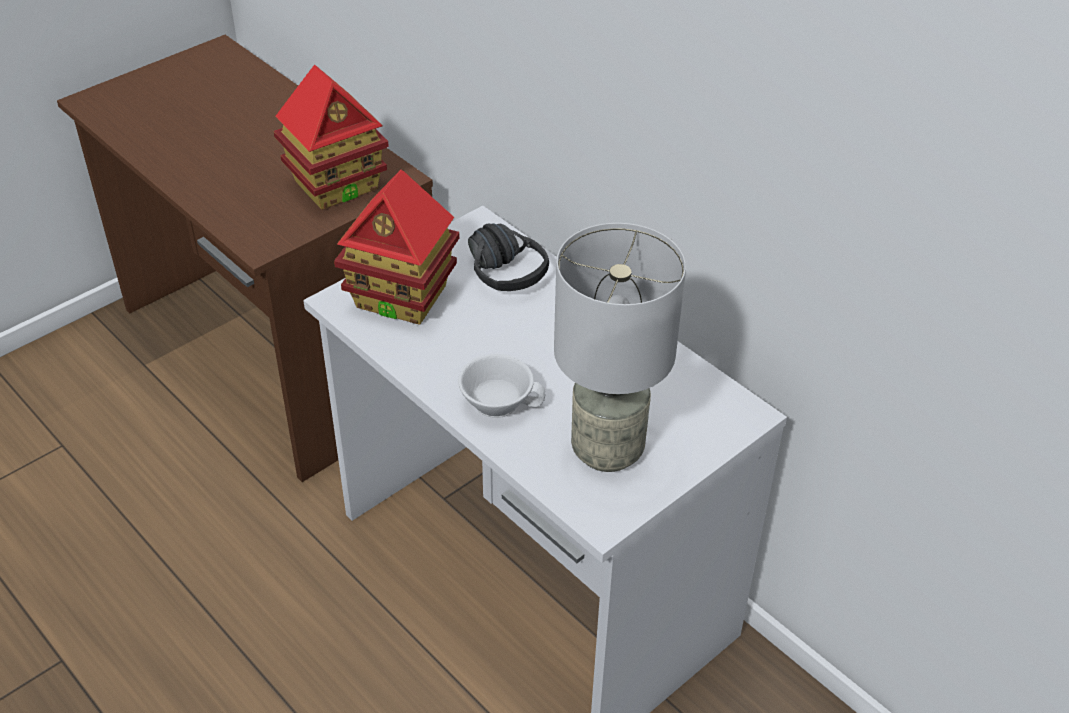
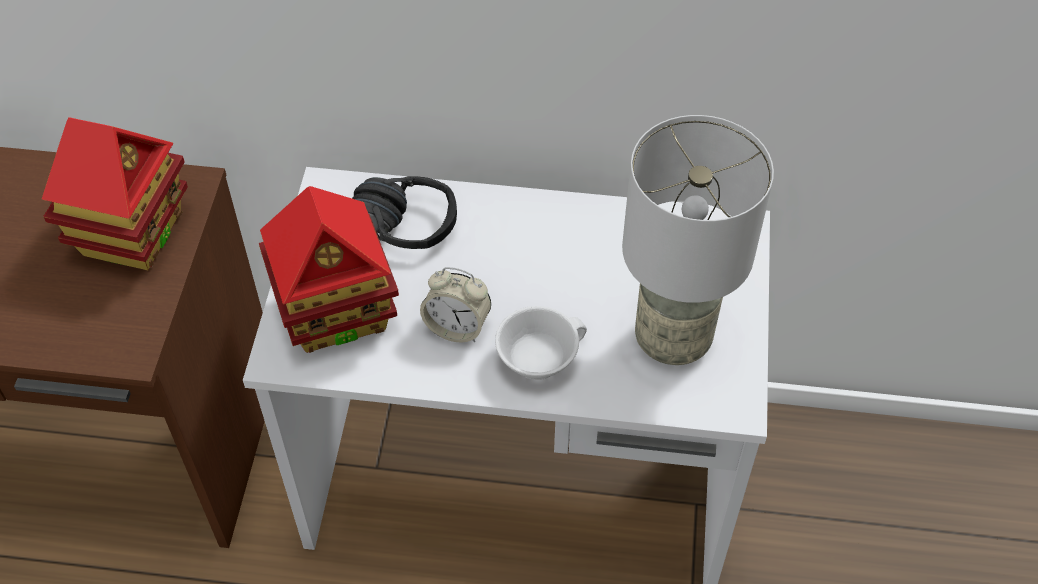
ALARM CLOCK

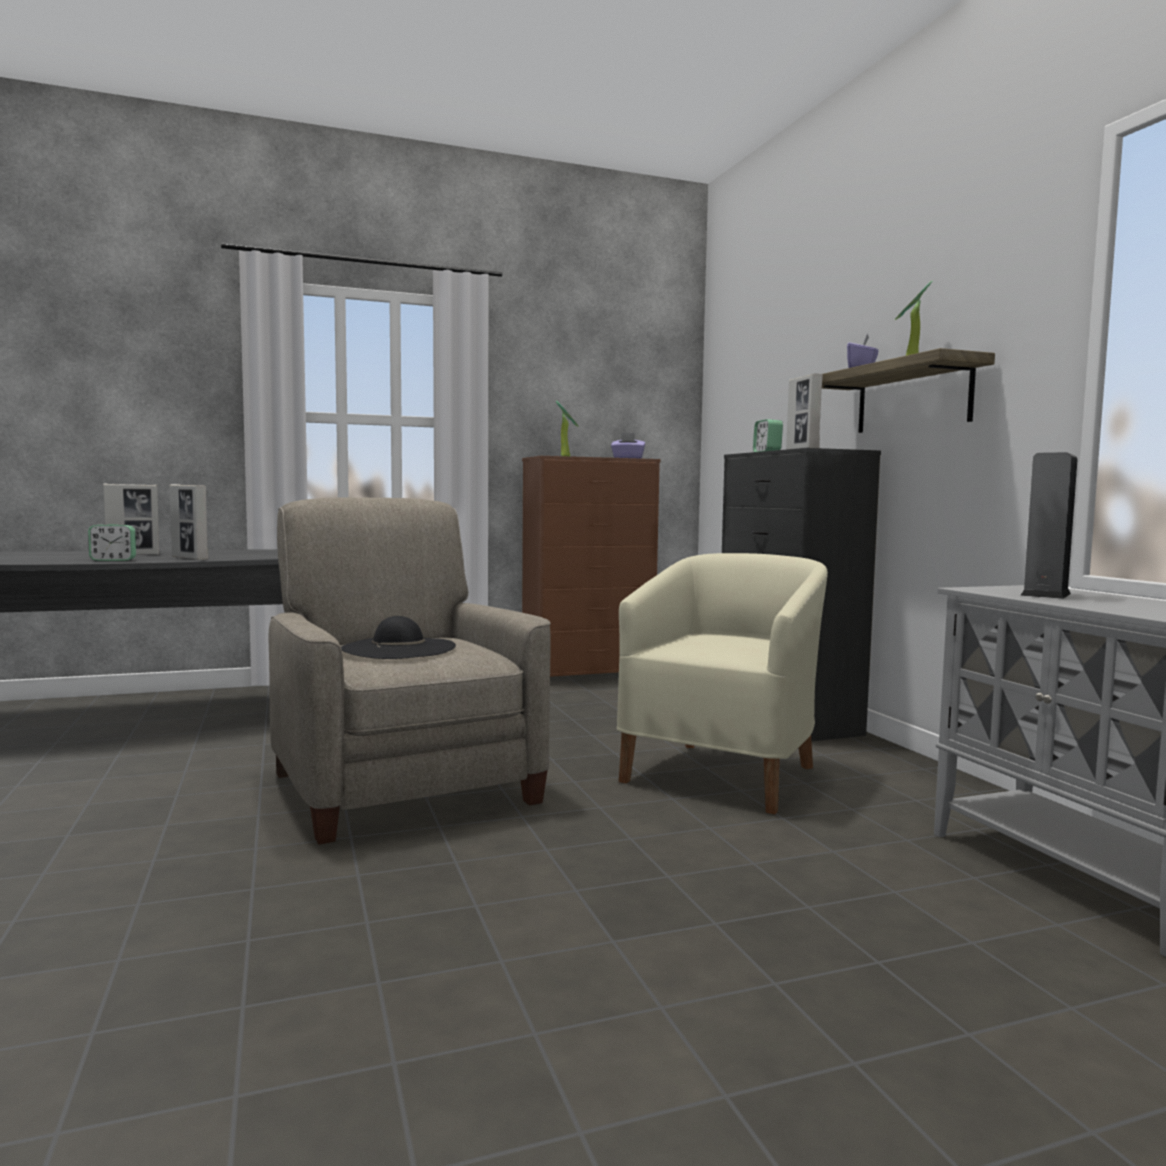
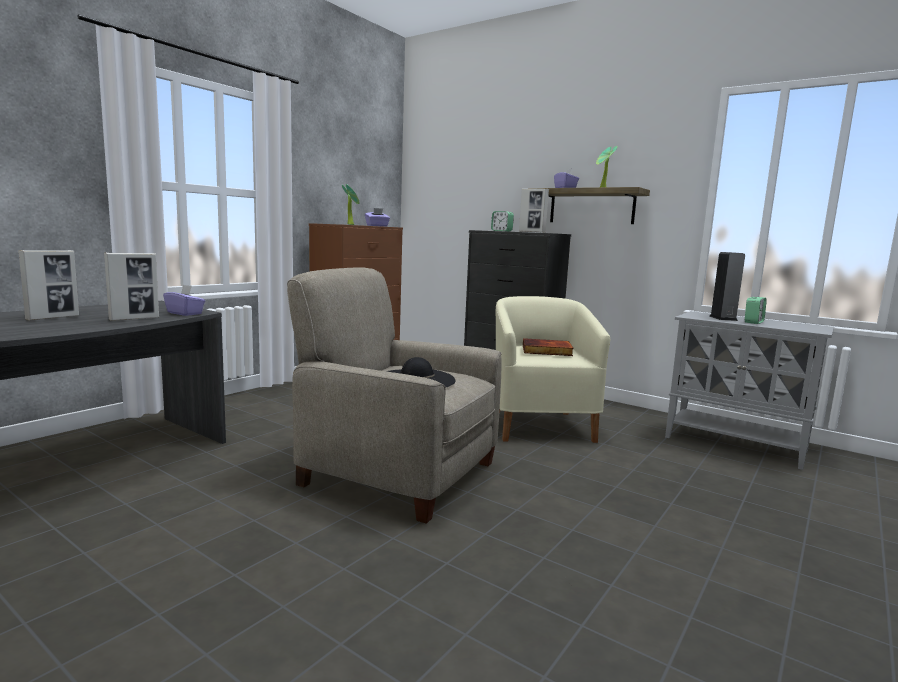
ALARM CLOCK (no. 2 from left); PICTURE FRAME (no. 2 from left); PURPLE TISSUE BOX (no. 1 from left); BOOK

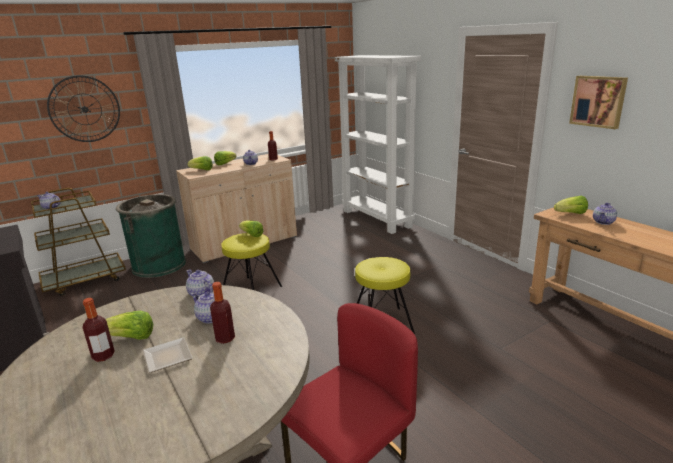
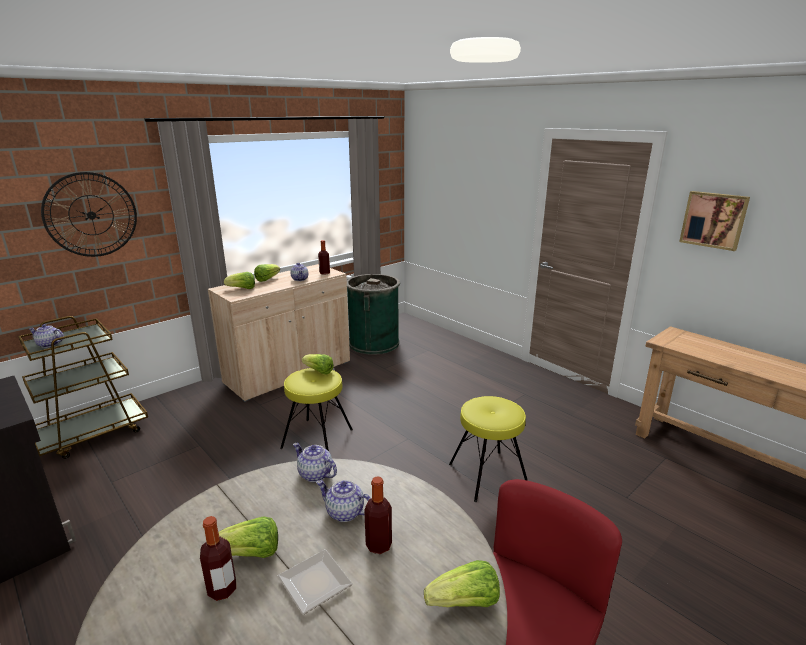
GREEN TRASH CAN; WHITE BOOKCASE; LETTUCE (no. 5 from left); TEAPOT (no. 5 from left in the first image)

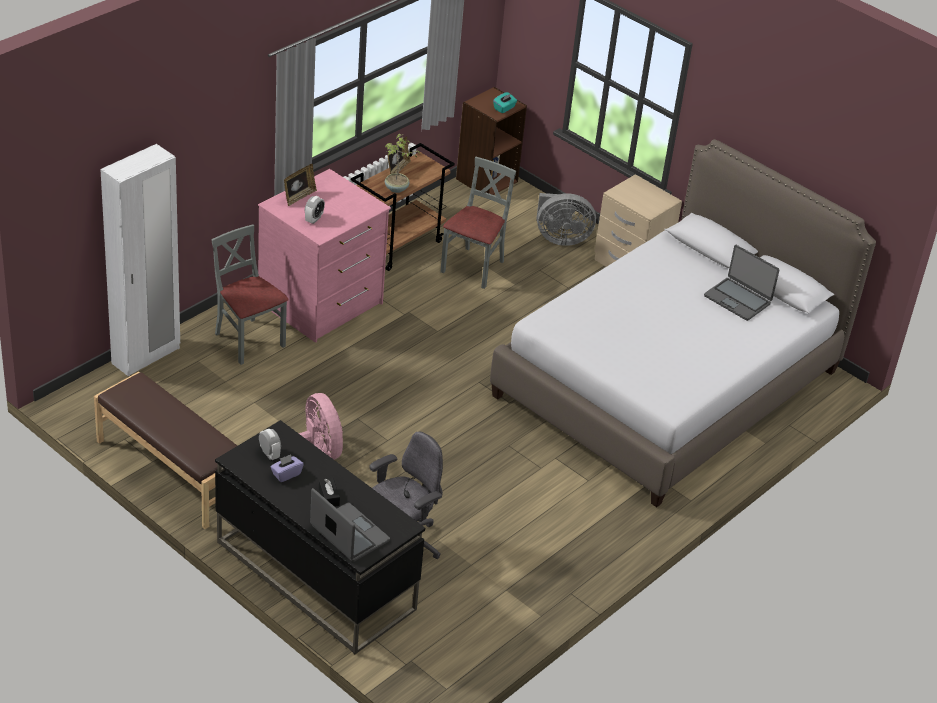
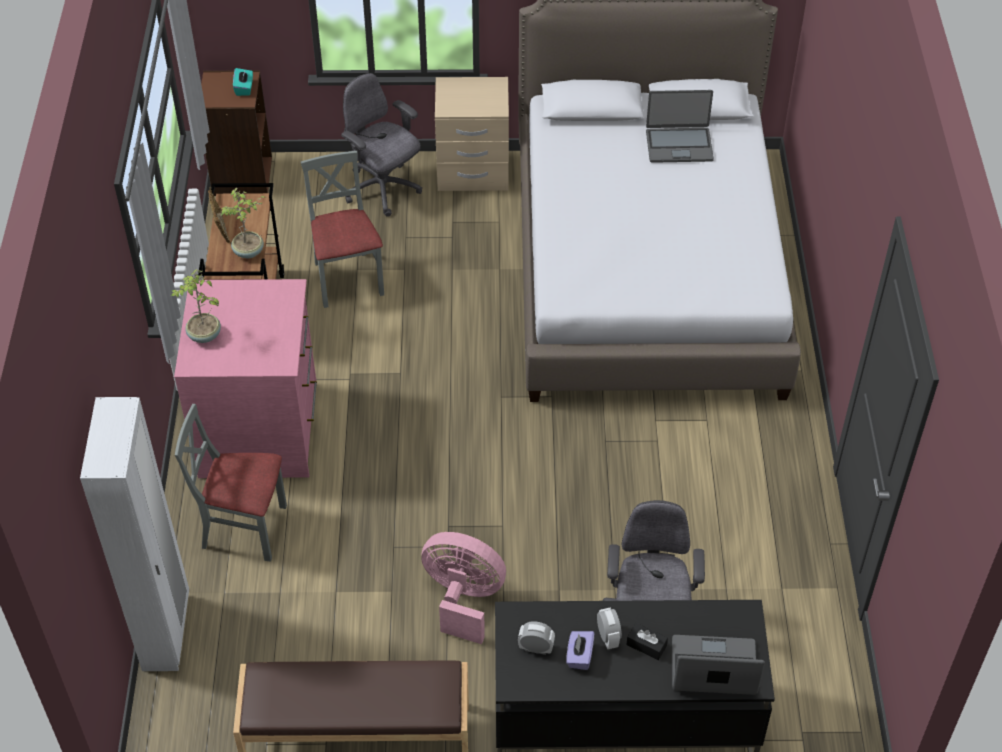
POTTED PLANT (no. 1 from left); ALARM CLOCK (no. 2 from left); GREY OFFICE CHAIR (no. 1 from left)

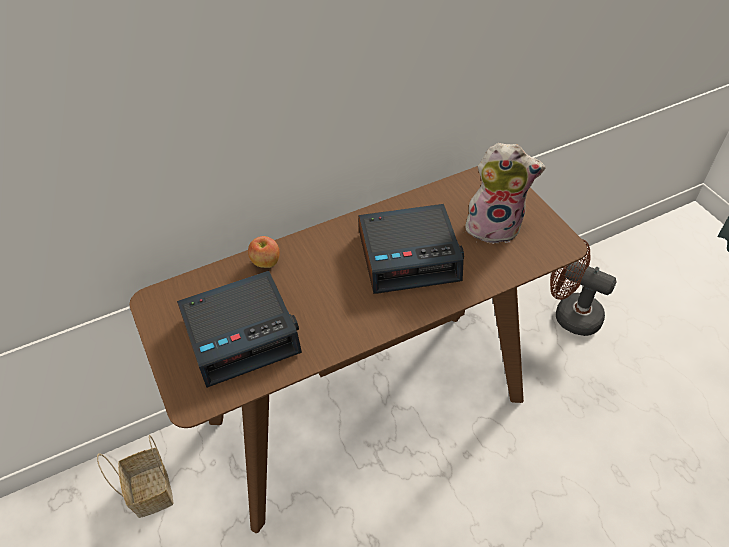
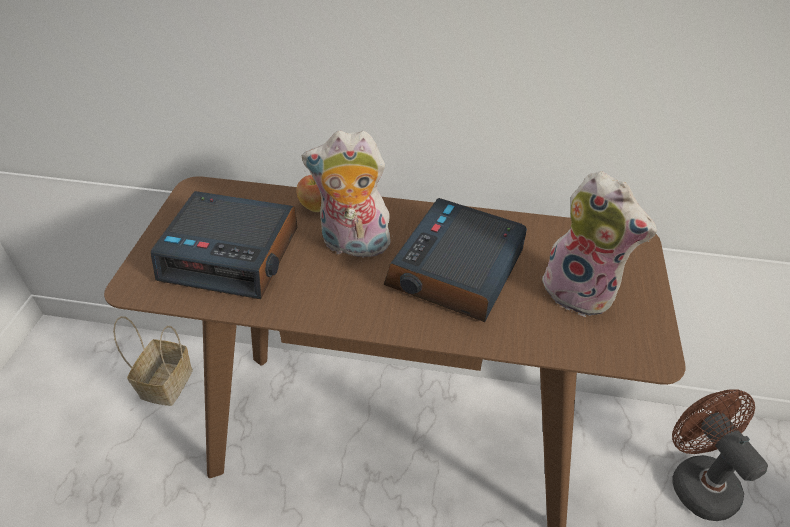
ALARM CLOCK (no. 2 from left); PLUSH TOY (no. 1 from left)

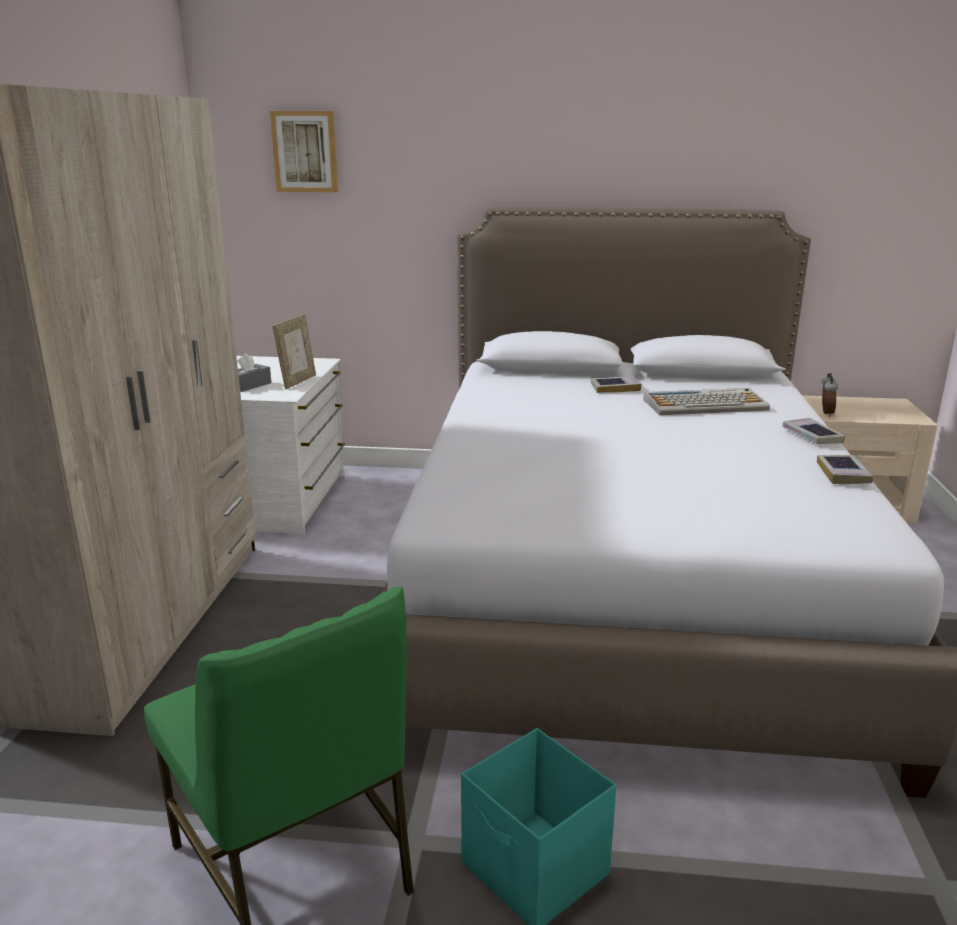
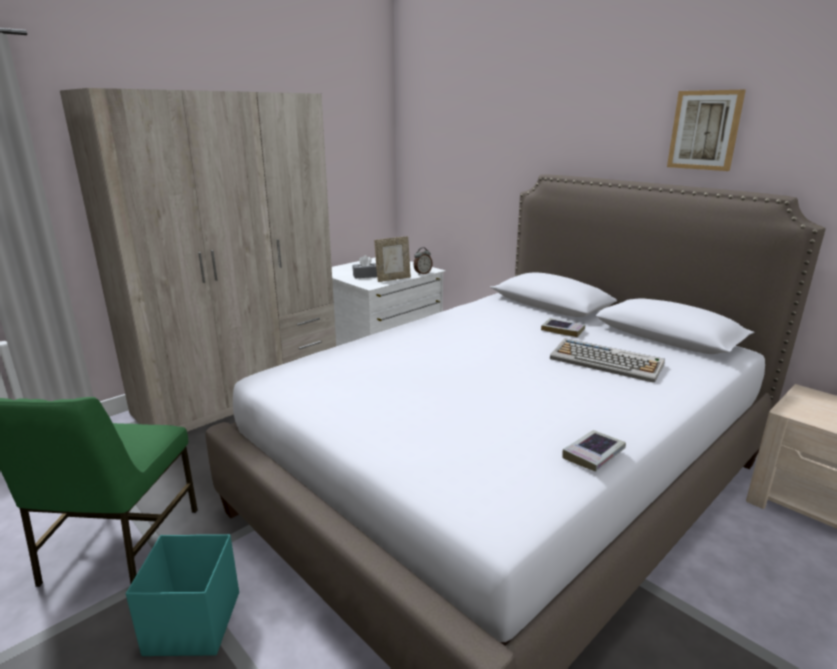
PICTURE; BOOK (no. 2 from left in the first image); ALARM CLOCK

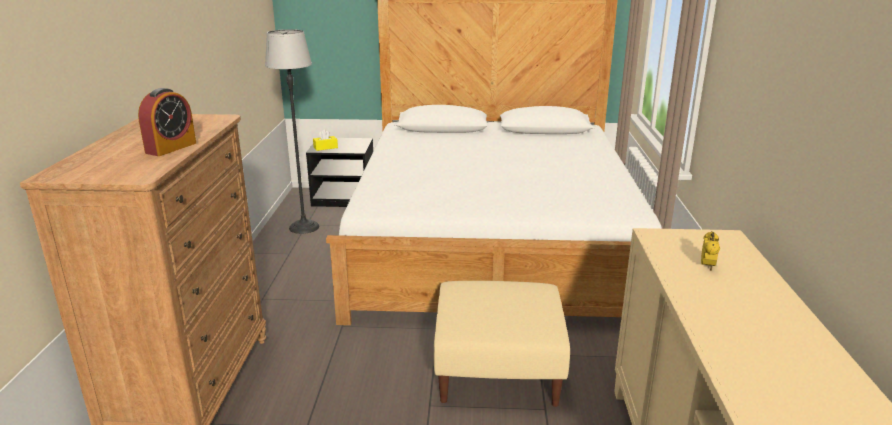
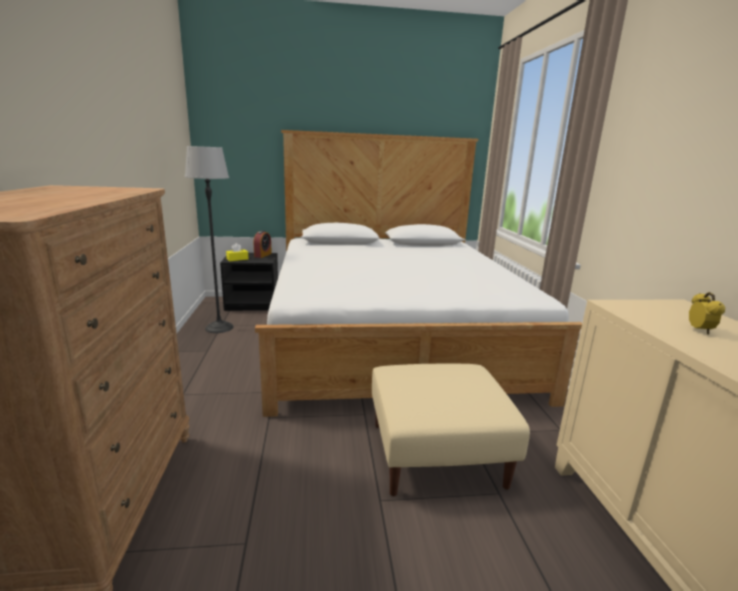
ALARM CLOCK (no. 1 from left)

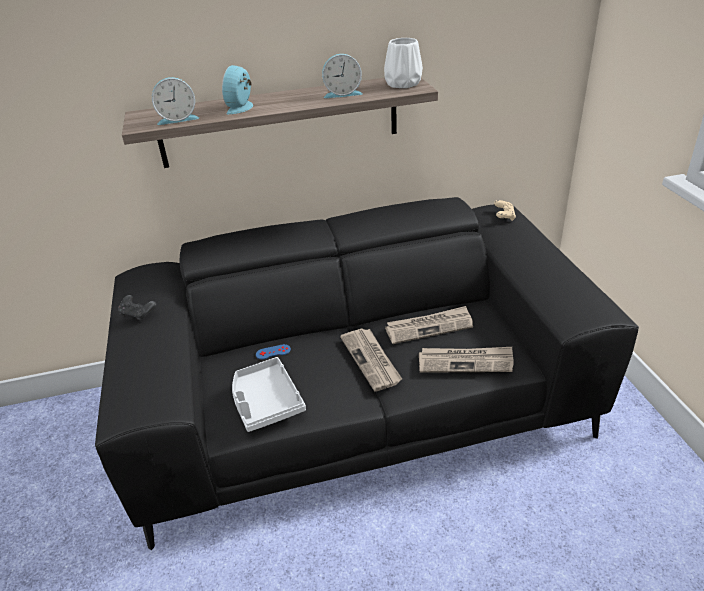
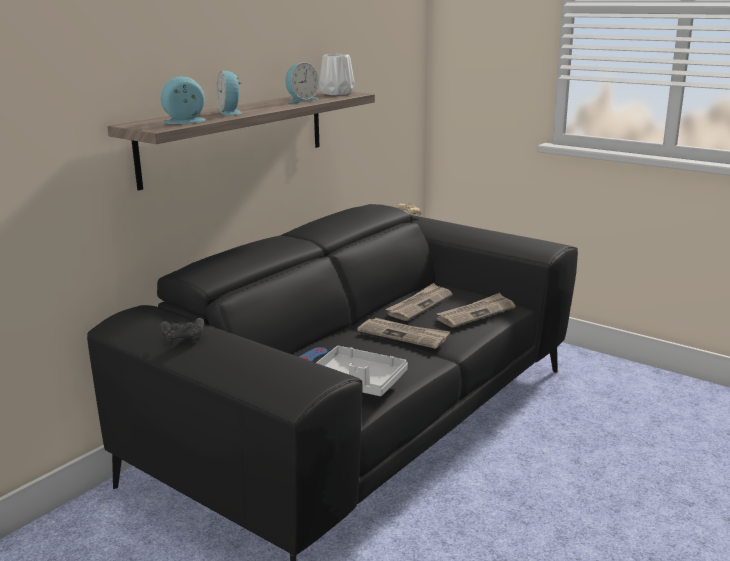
ALARM CLOCK (no. 1 from left)

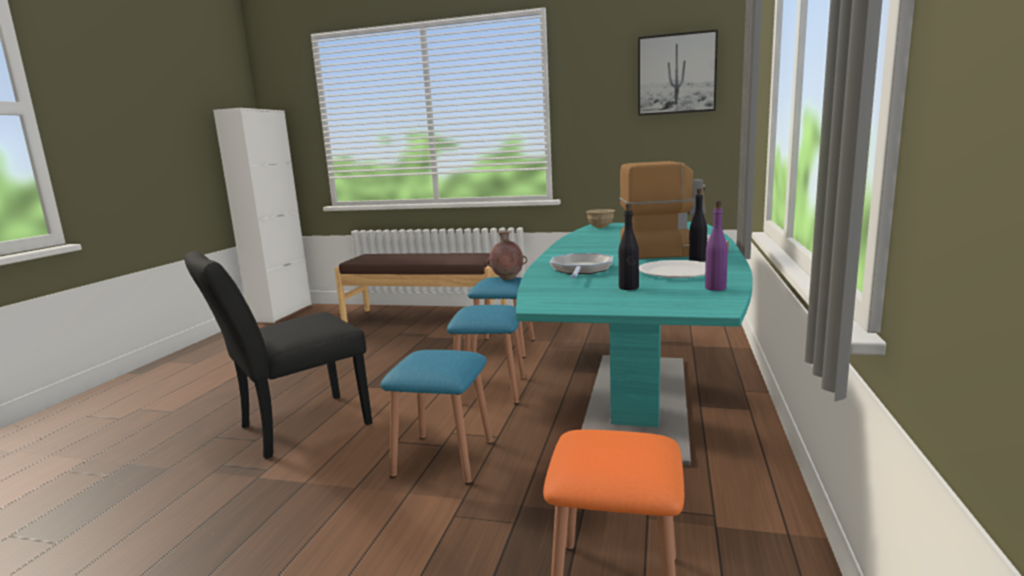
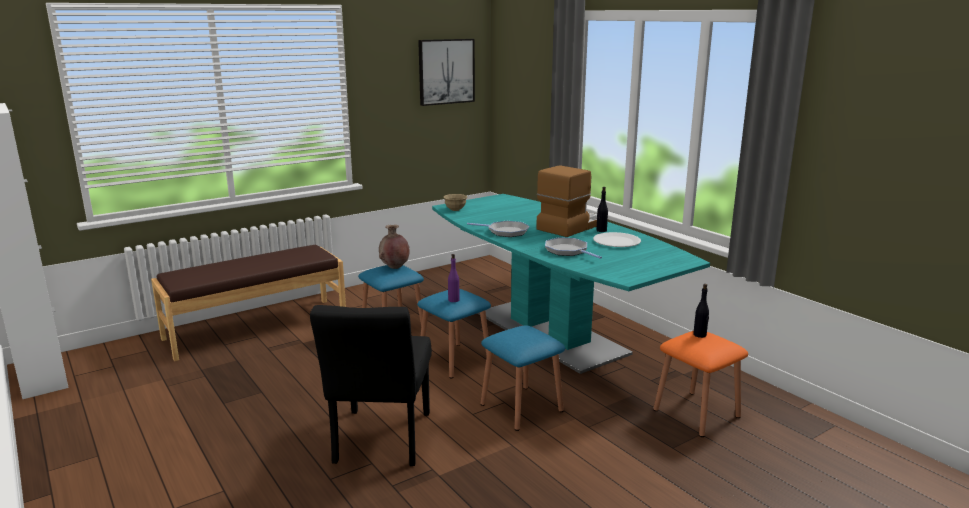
BLACK BOTTLE (no. 2 from left); PURPLE BOTTLE; FRYING PAN (no. 1 from left)

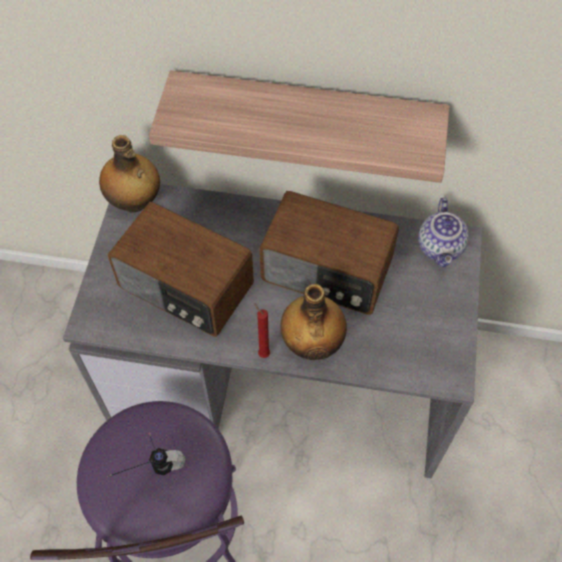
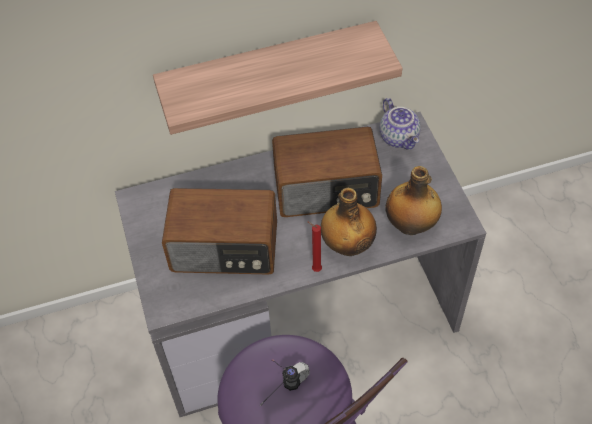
BOTTLE (no. 2 from left)

